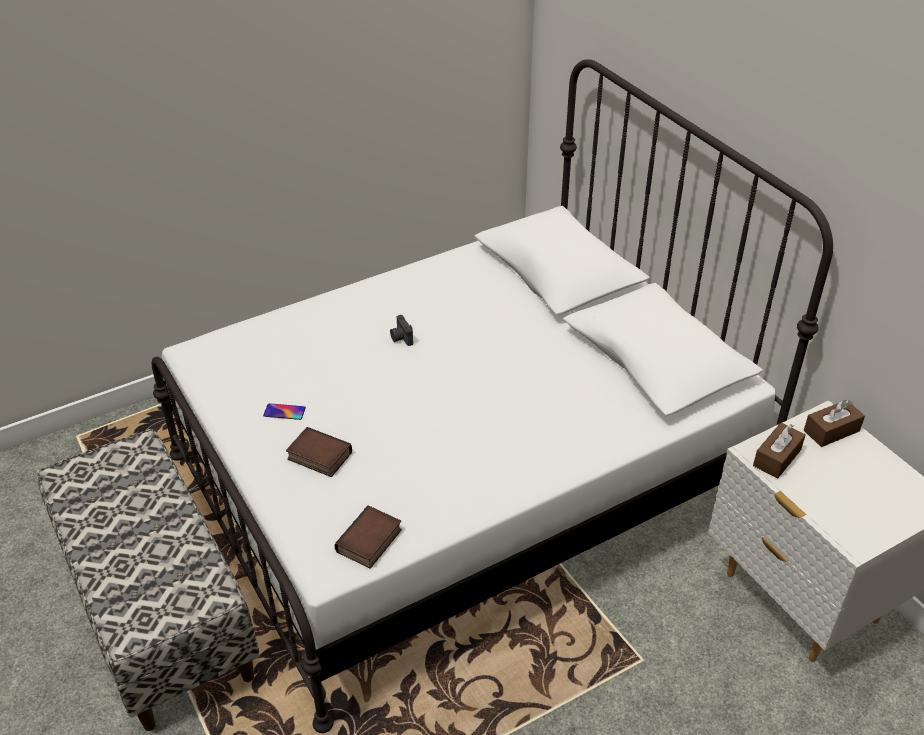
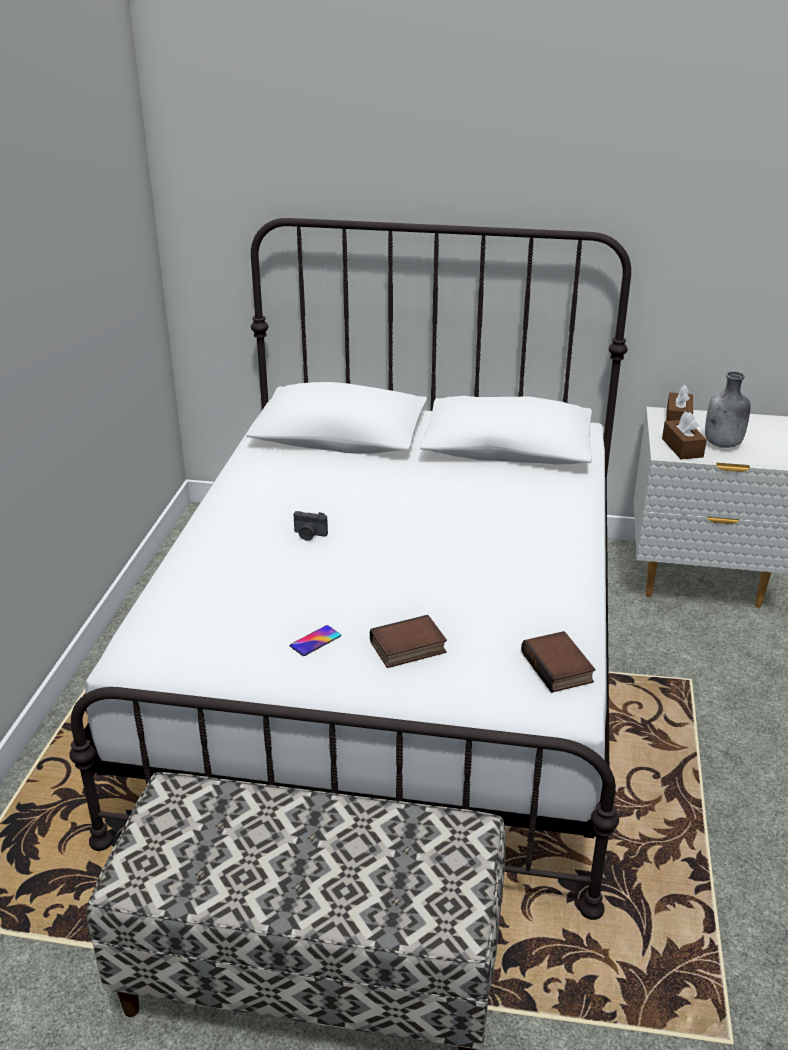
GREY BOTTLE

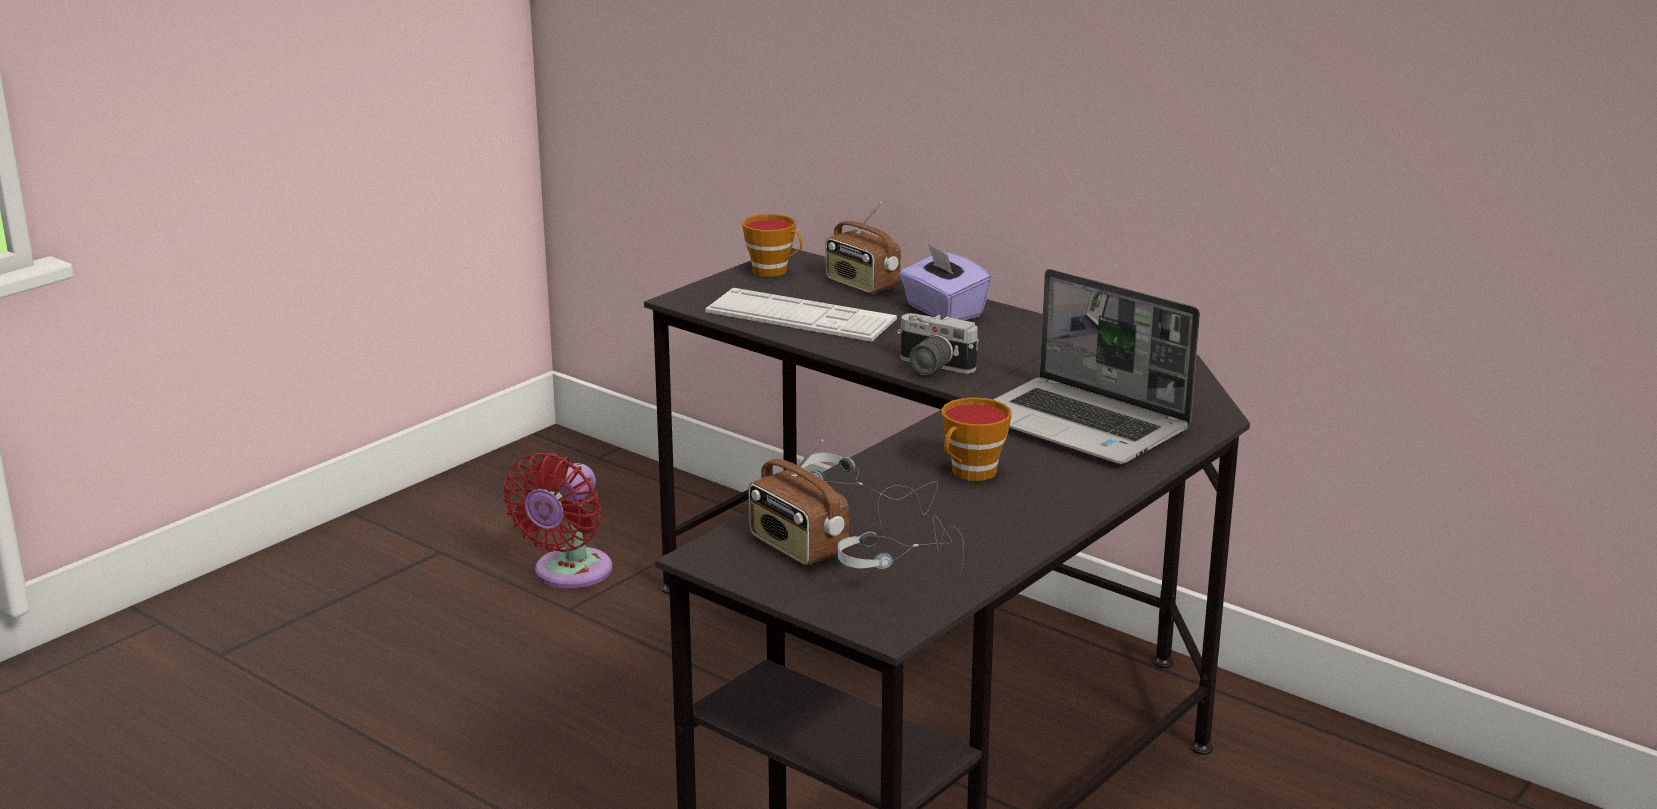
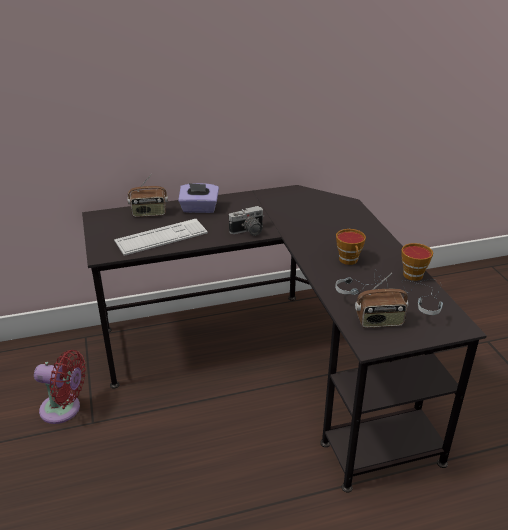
RED FAN; CUP (no. 2 from left); LAPTOP

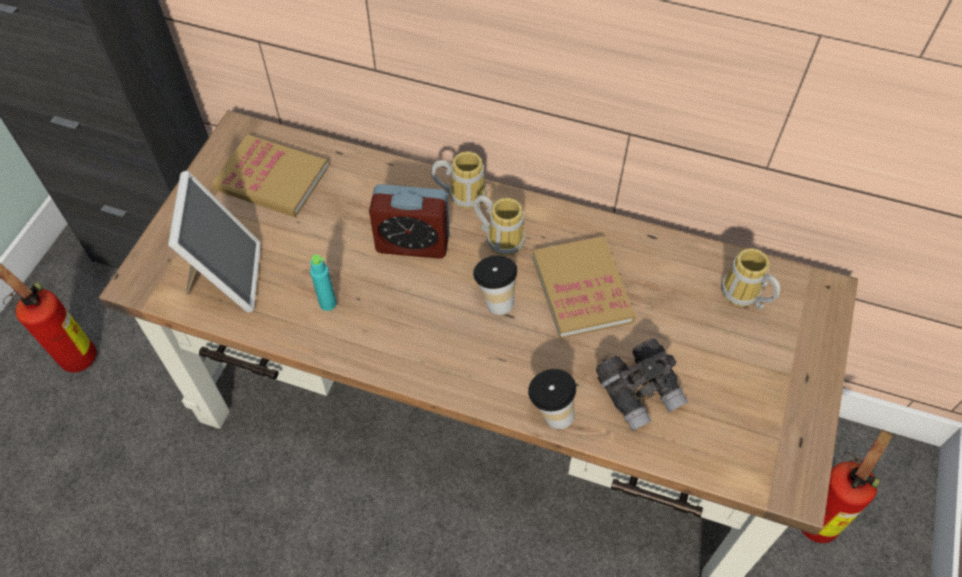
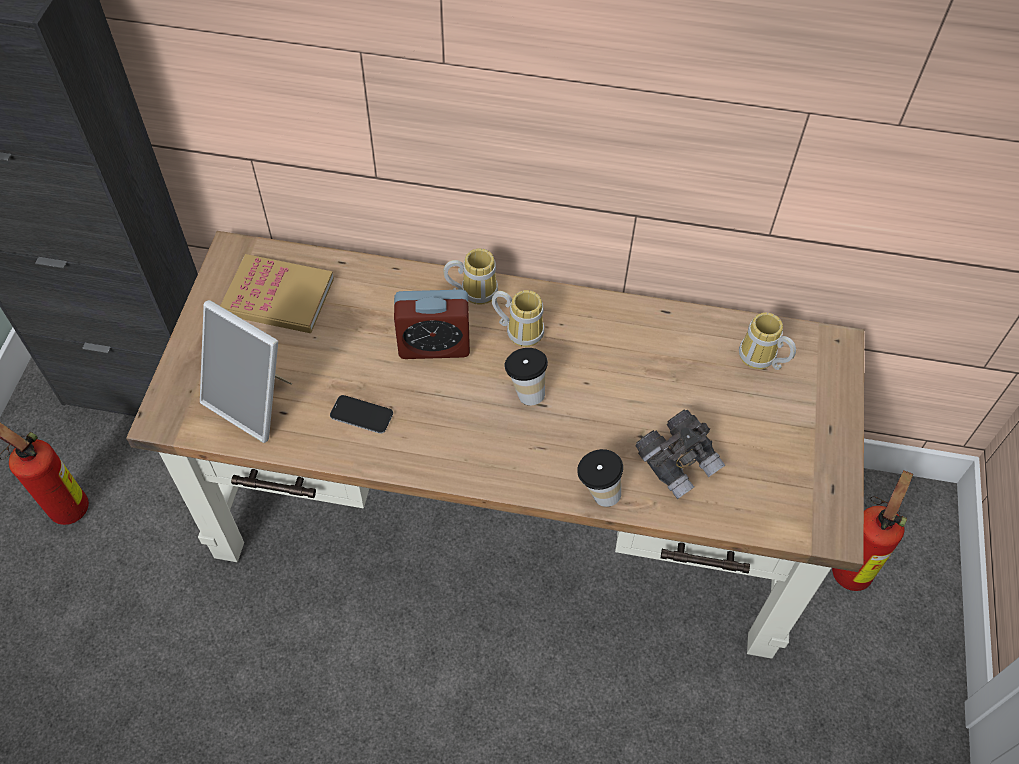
PICTURE FRAME; PHONE; BOOK (no. 2 from left in the first image)

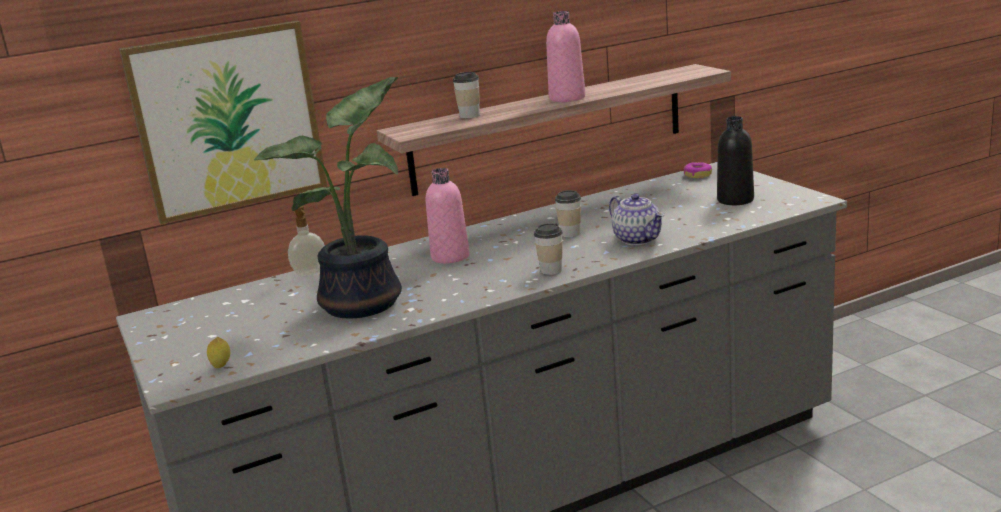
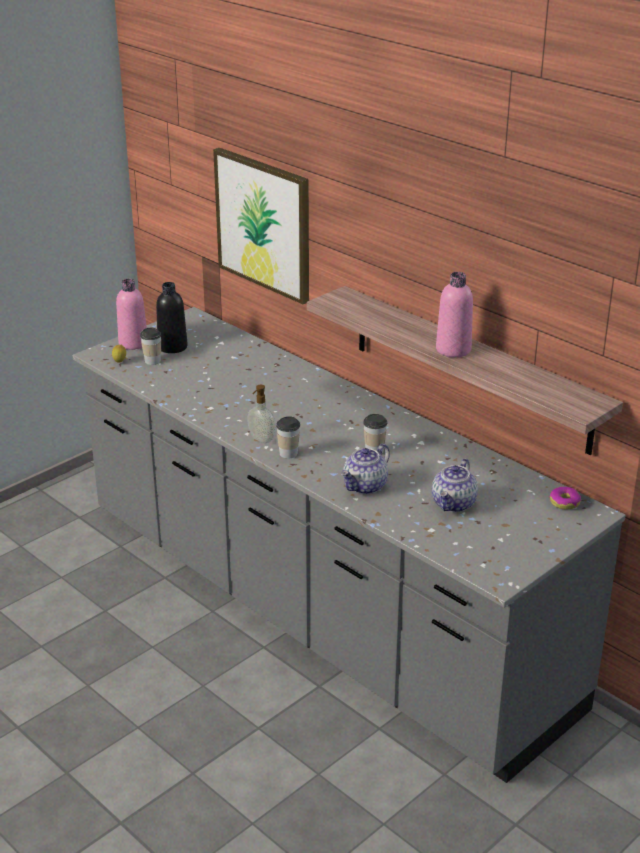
POTTED PLANT; SOAP DISPENSER; PINK BOTTLE (no. 1 from left); CUP (no. 1 from left); BLACK BOTTLE; TEAPOT (no. 2 from left)

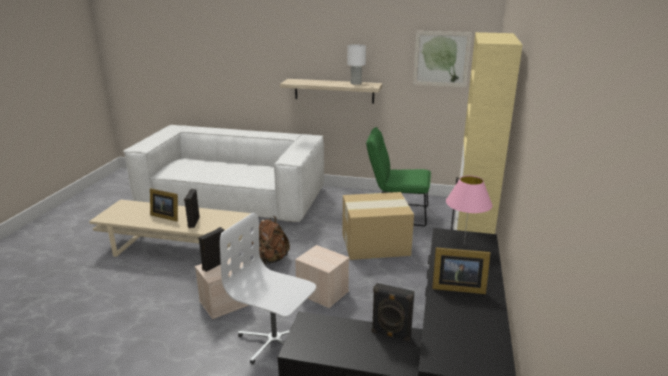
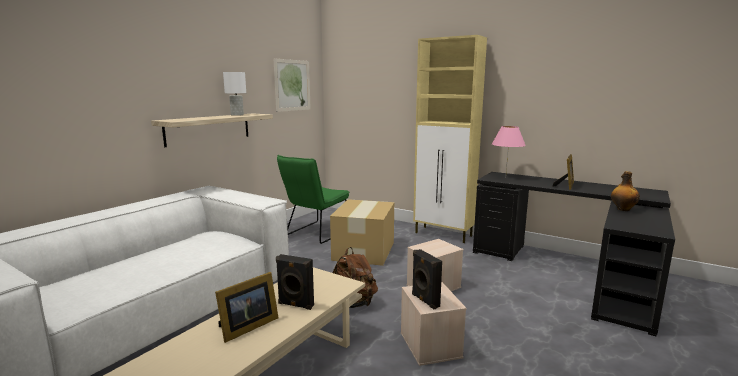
WHITE OFFICE CHAIR; BOTTLE

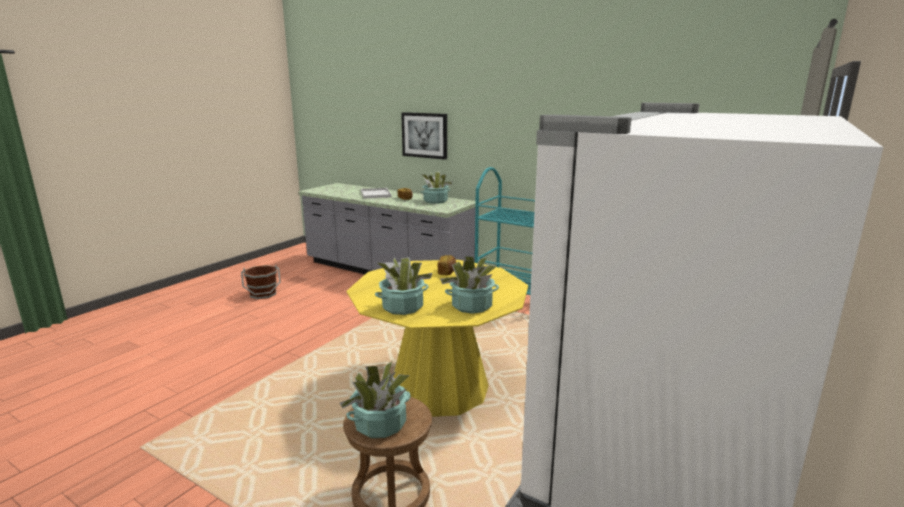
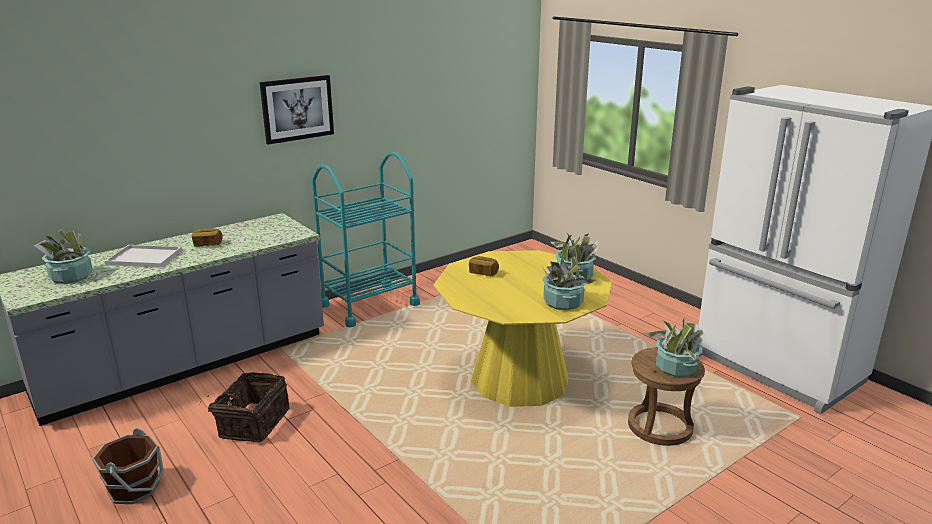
PICTURE; POTTED PLANT (no. 1 from left); BASKET

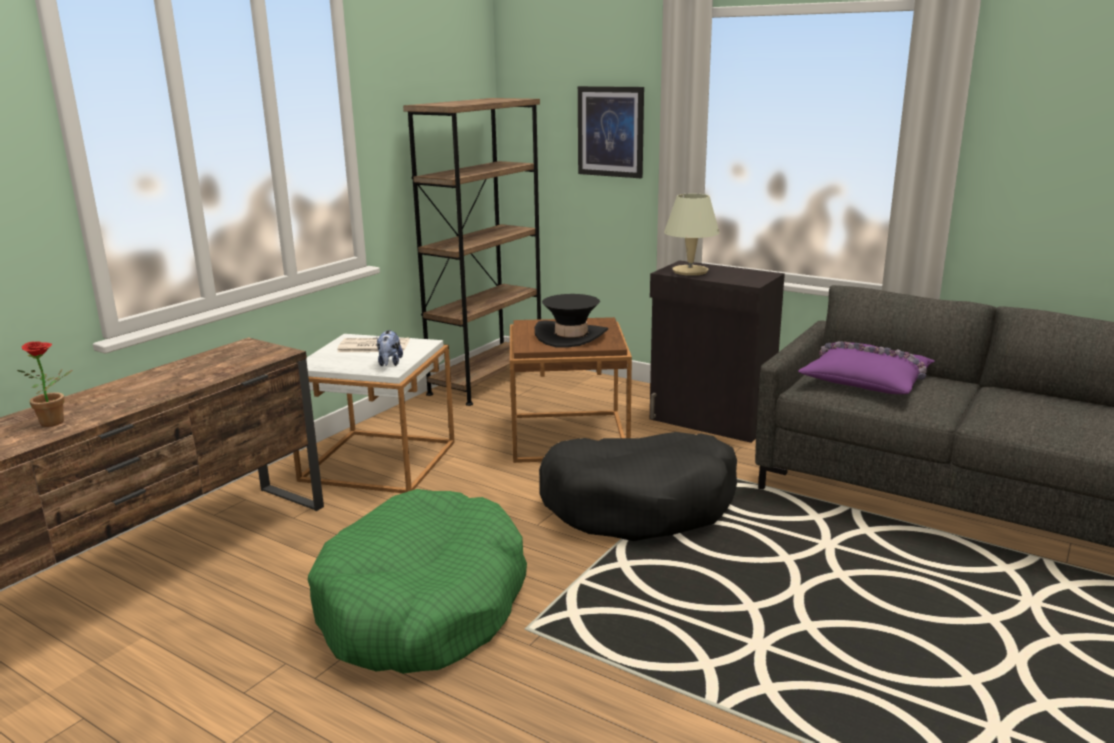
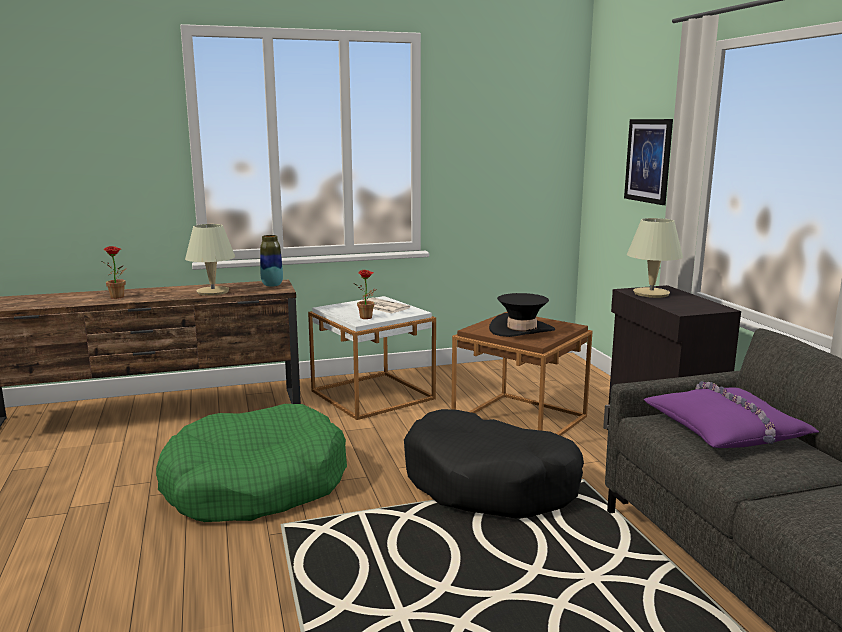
POTTED PLANT (no. 2 from left); BROWN BOOKCASE; BEIGE TABLE LAMP (no. 1 from left); VASE

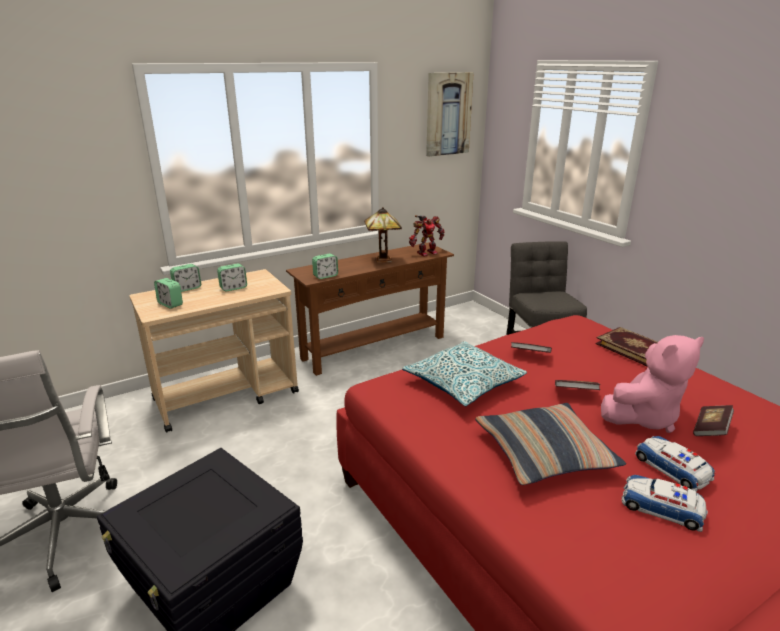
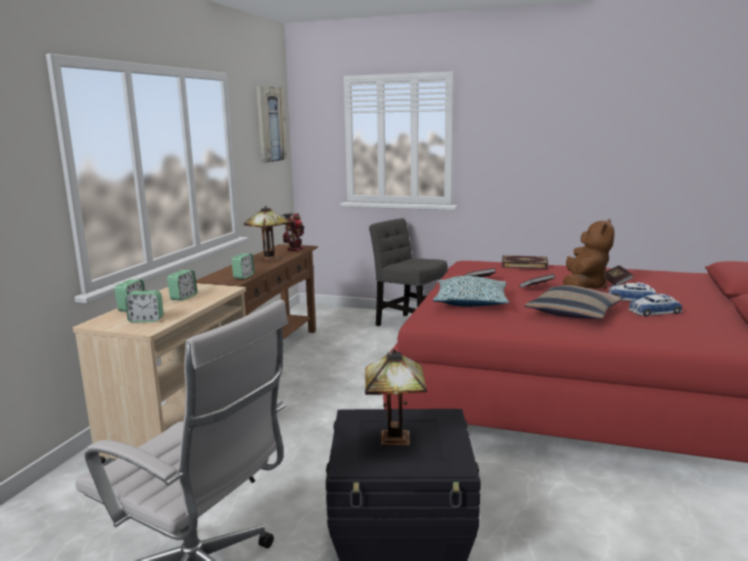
BROWN PLUSH TOY; TABLE LAMP (no. 2 from left)

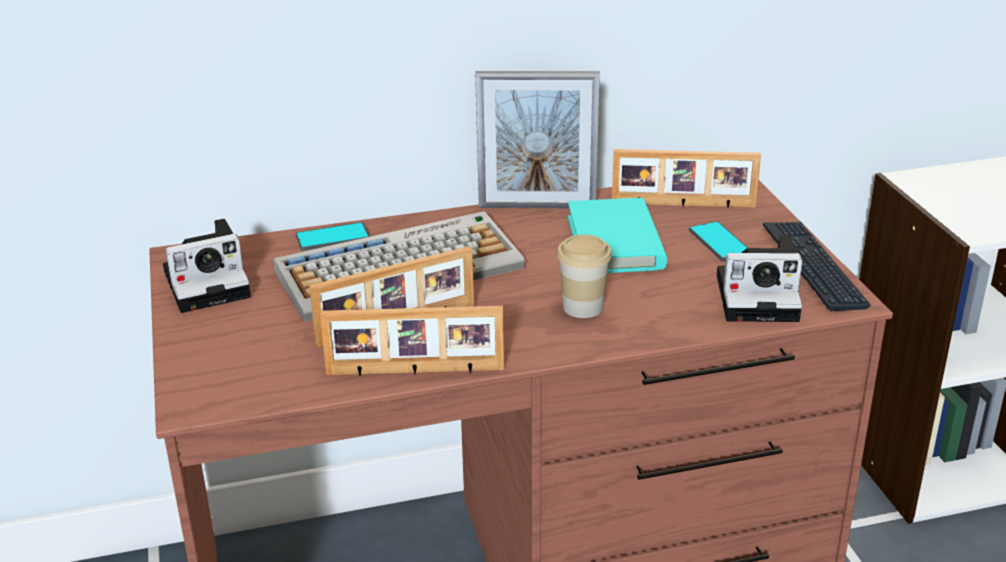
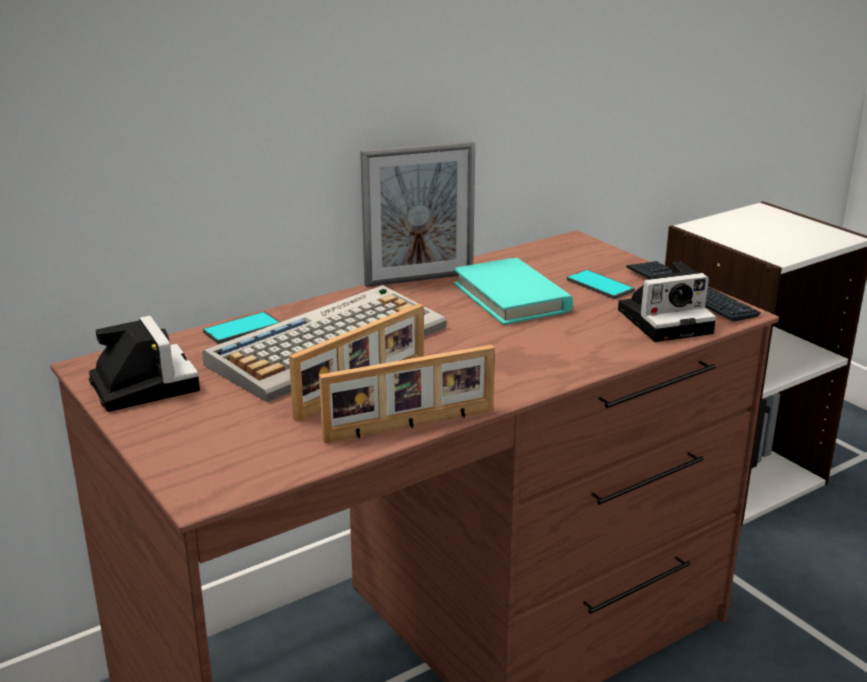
PHOTO CAMERA (no. 1 from left); CUP; PICTURE FRAME (no. 4 from left in the first image)

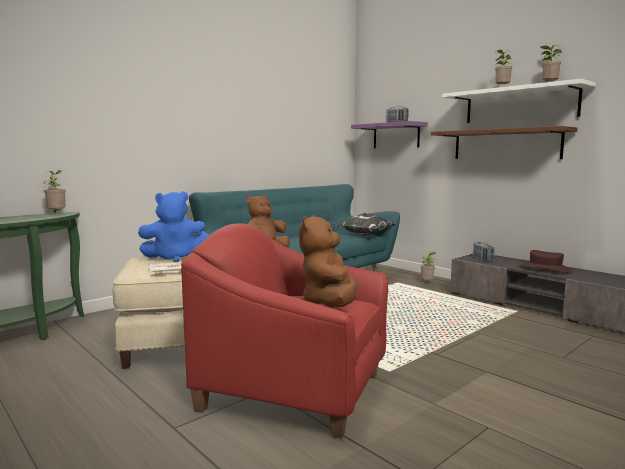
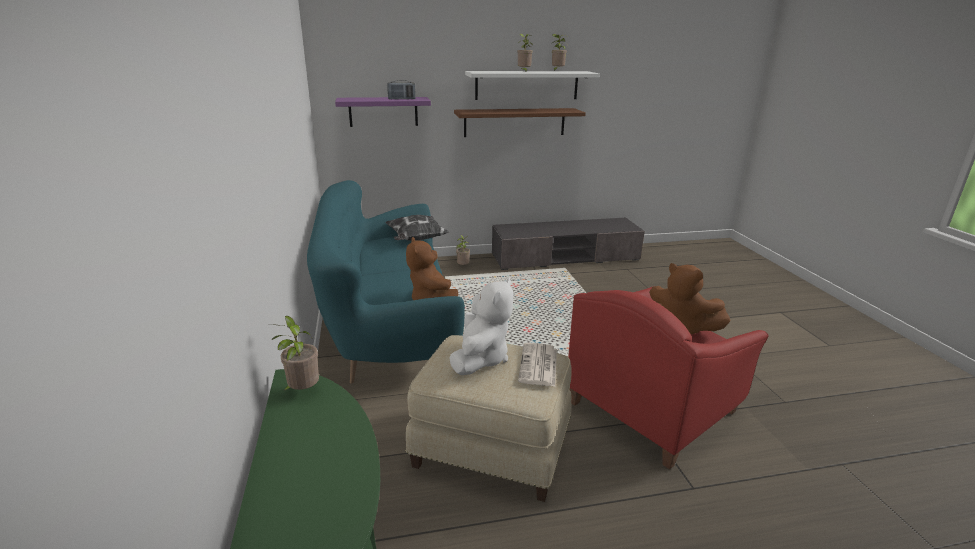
WHITE PLUSH TOY; RADIO (no. 2 from left in the first image); BROWN HAT

